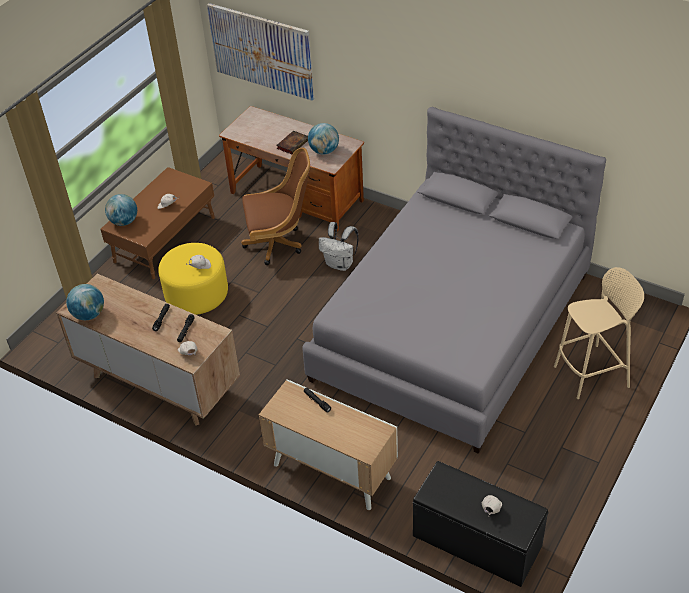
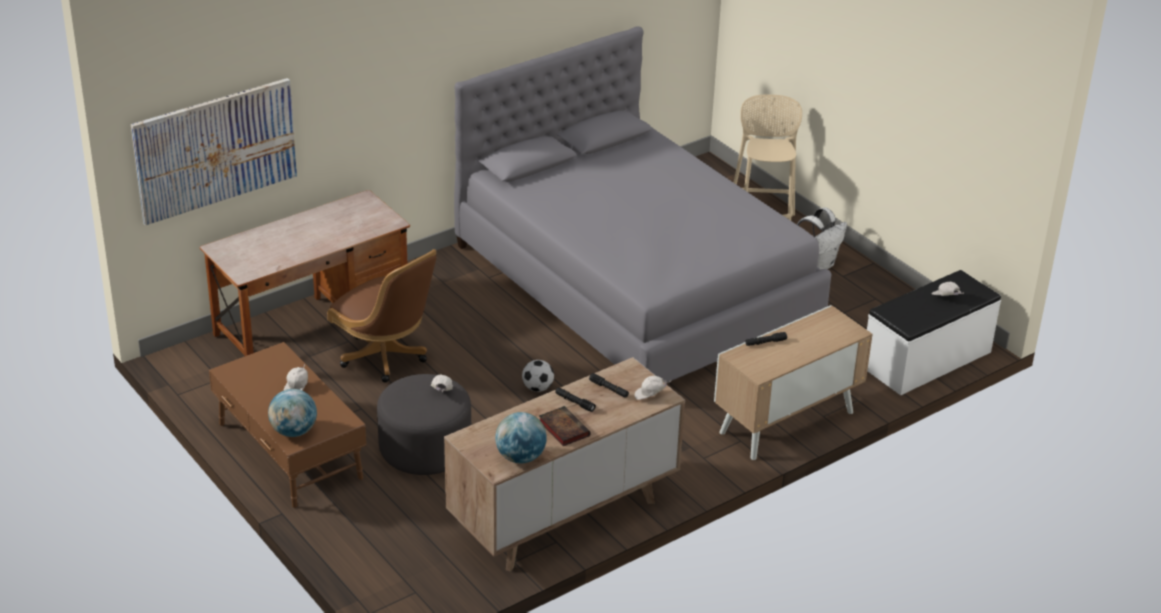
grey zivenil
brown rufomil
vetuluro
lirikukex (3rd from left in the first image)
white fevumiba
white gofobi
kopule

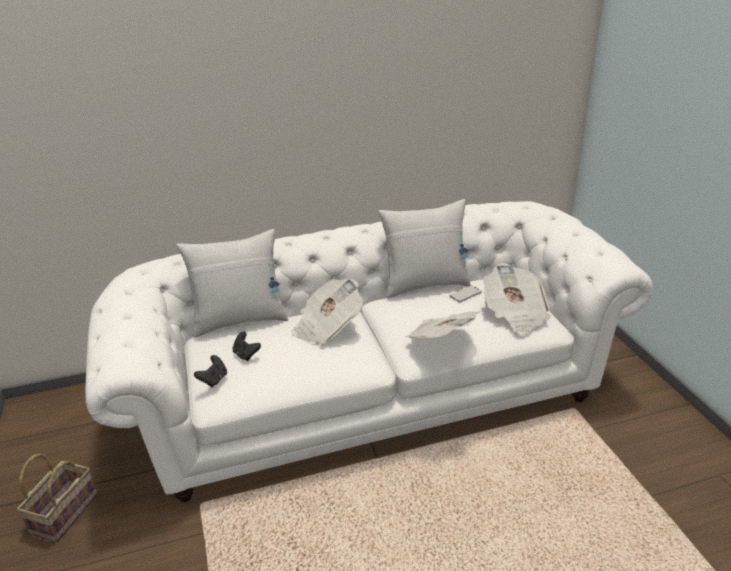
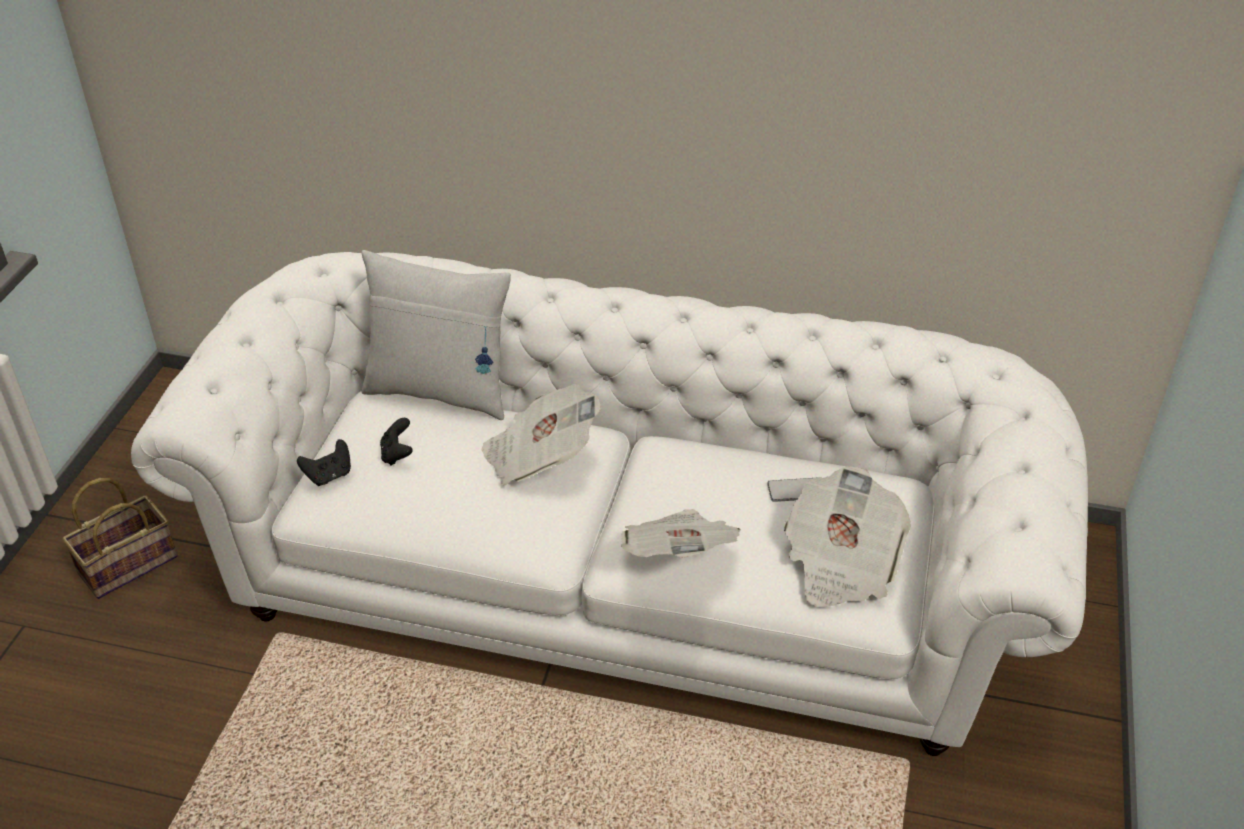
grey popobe (2nd from left in the first image)

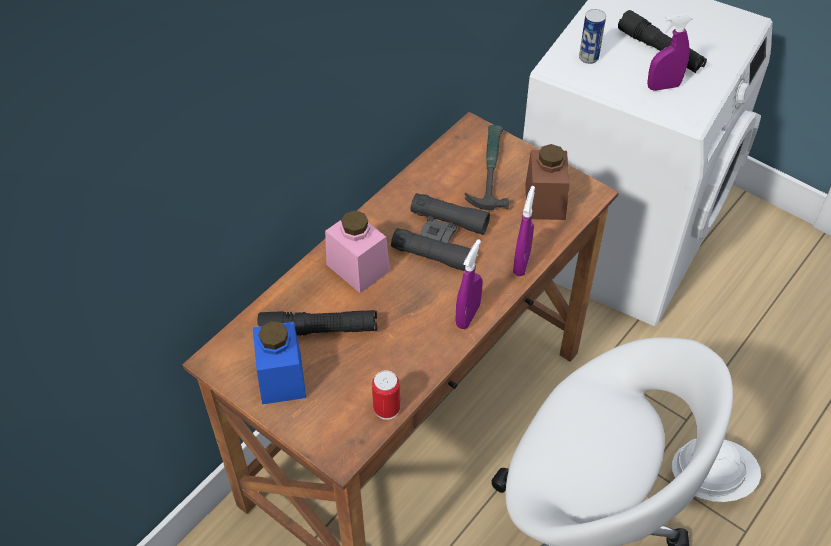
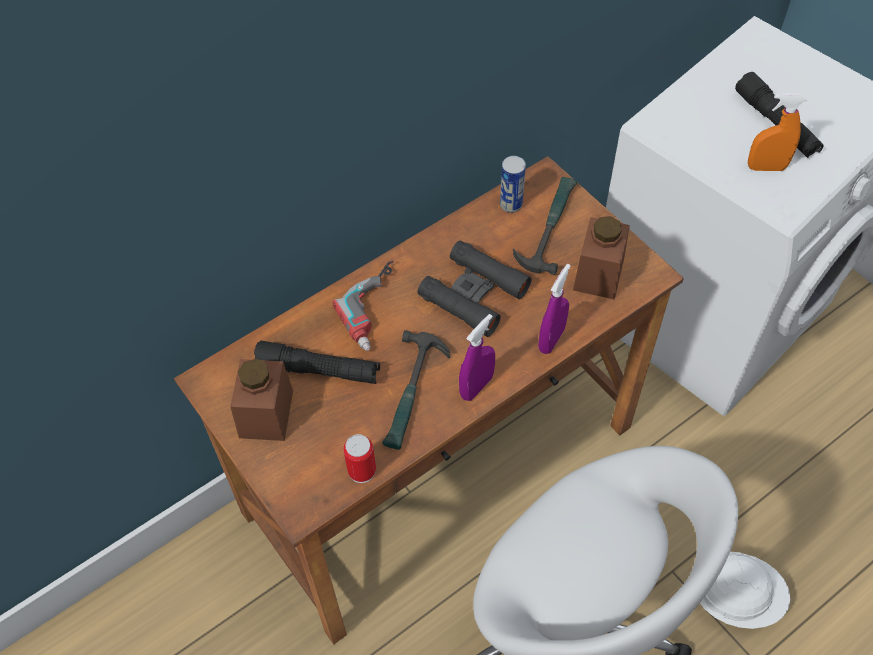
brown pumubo (1st from left)
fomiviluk
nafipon (2nd from left)
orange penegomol
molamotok (1st from left)

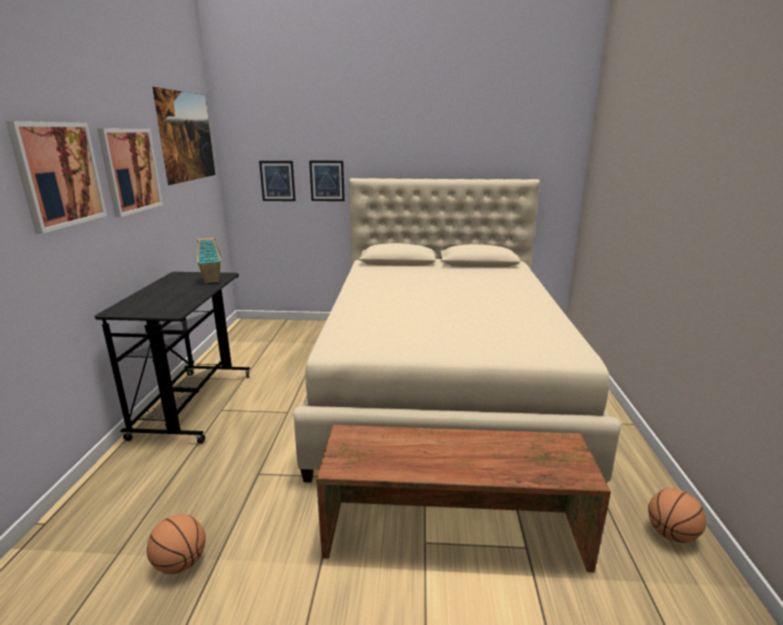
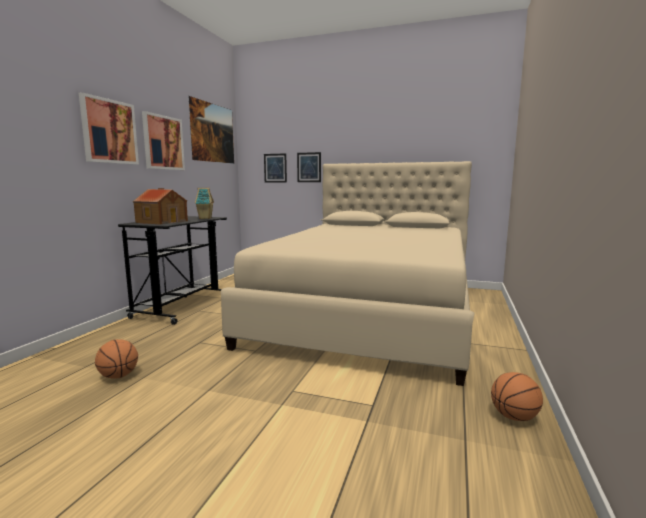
brown gofobi
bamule (1st from left)

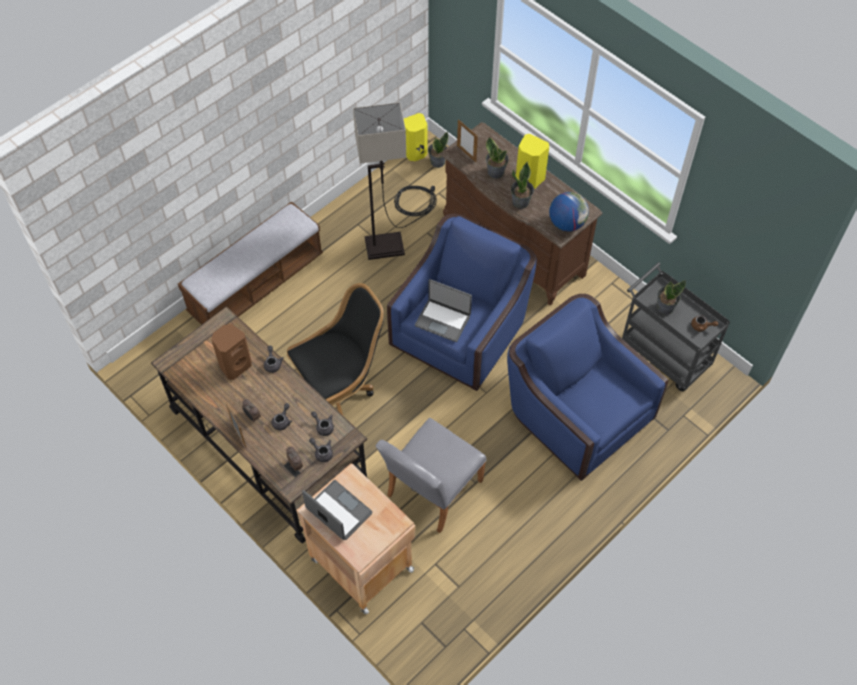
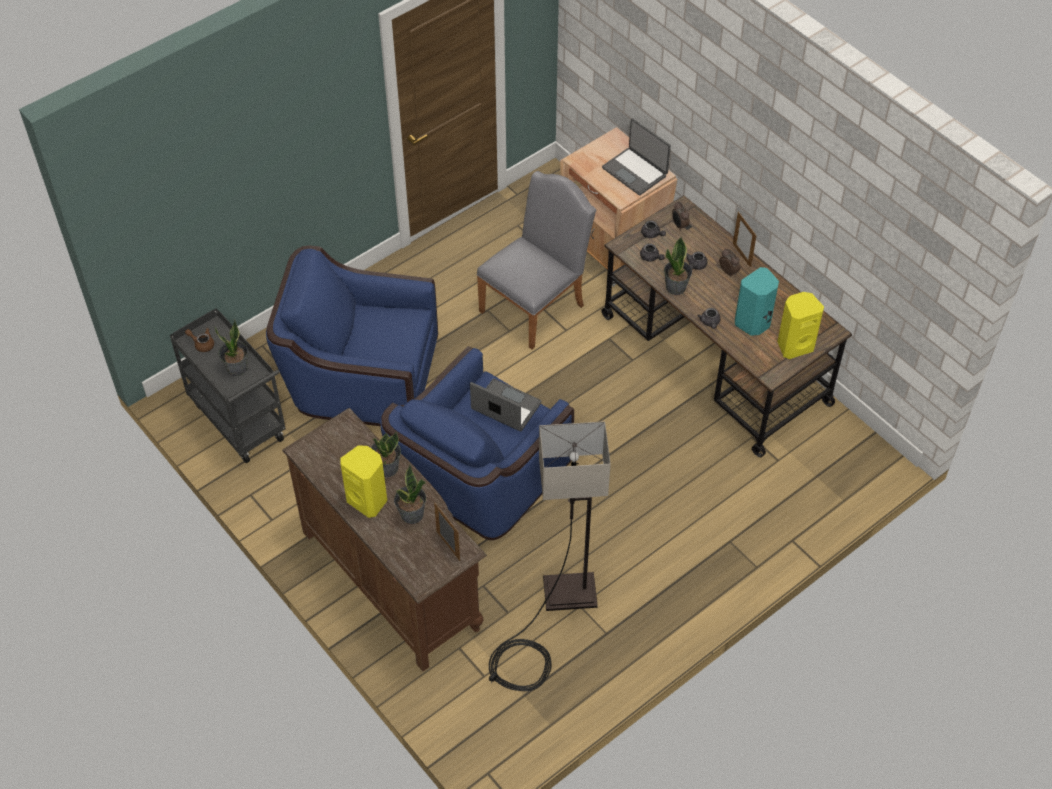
gofobi
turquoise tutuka
black rufomil
yellow tutuka (2nd from left)
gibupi (4th from left)
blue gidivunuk (1st from left)
lirikukex

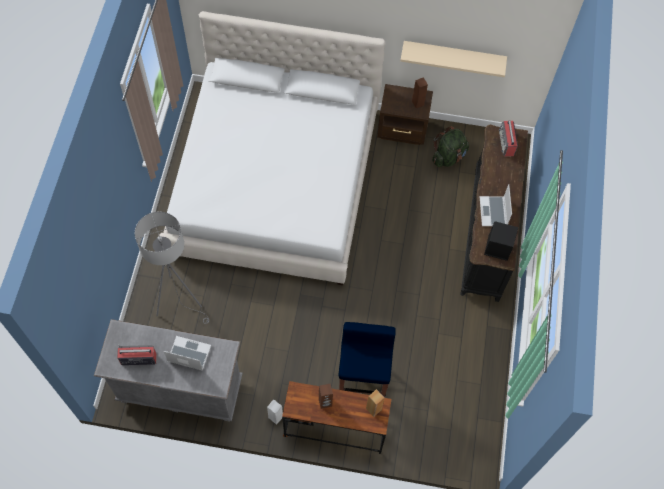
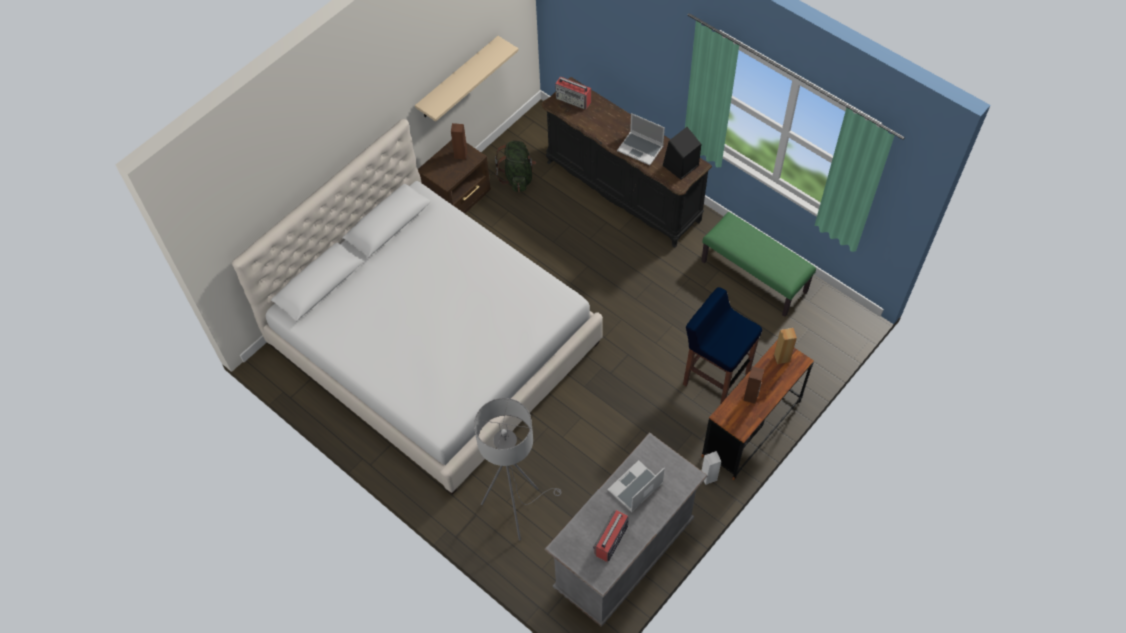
green gofobi

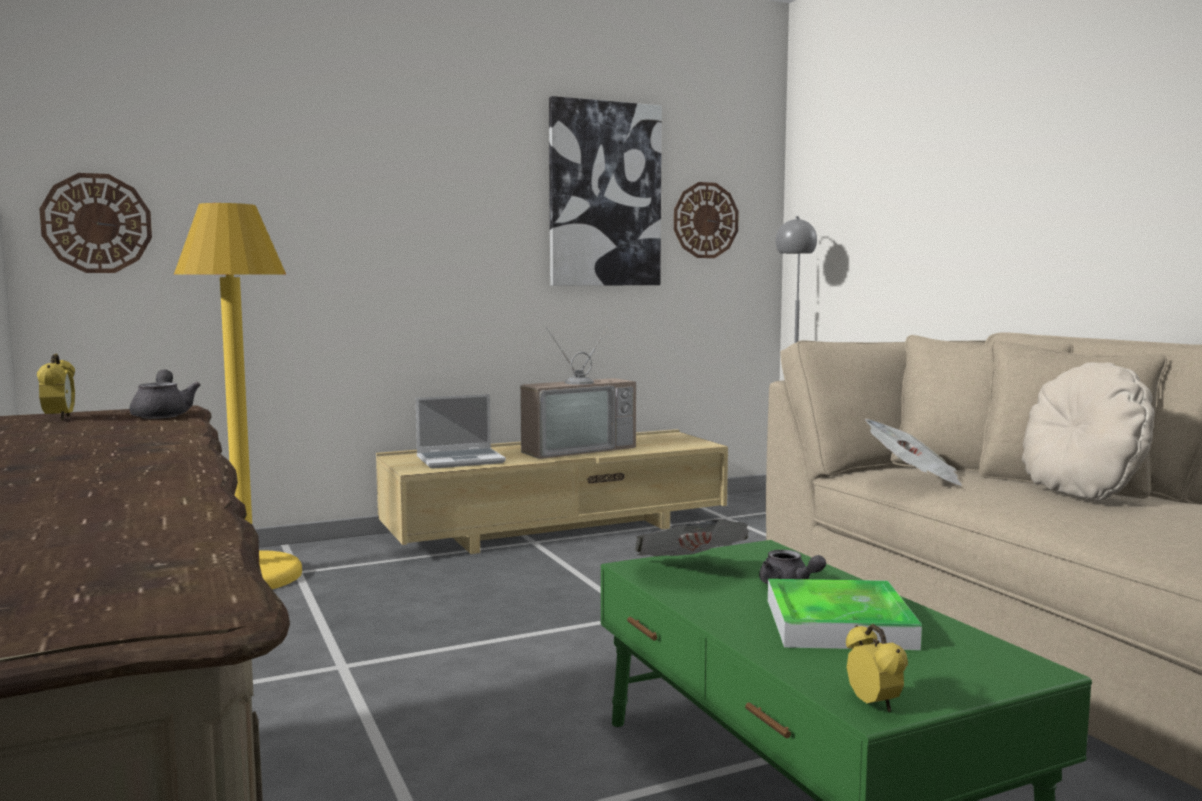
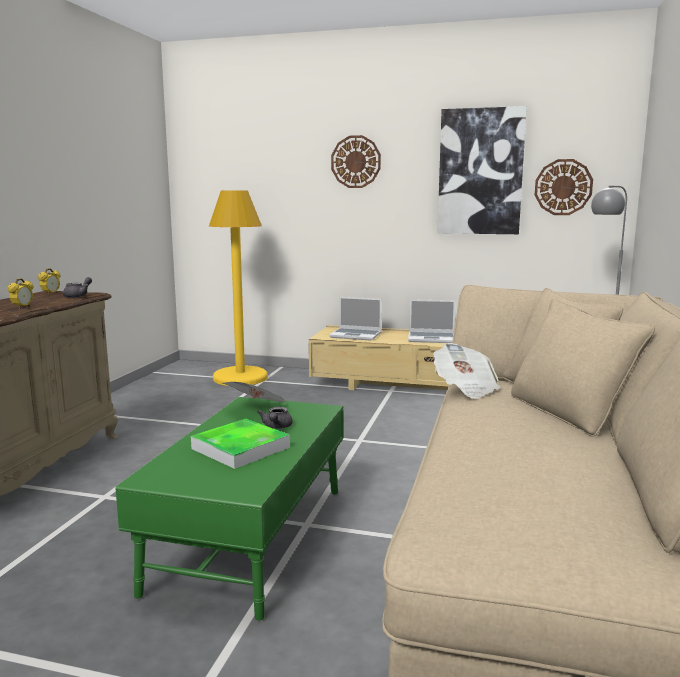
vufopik (1st from left)
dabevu (2nd from left)
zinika (1st from left)
beige popobe

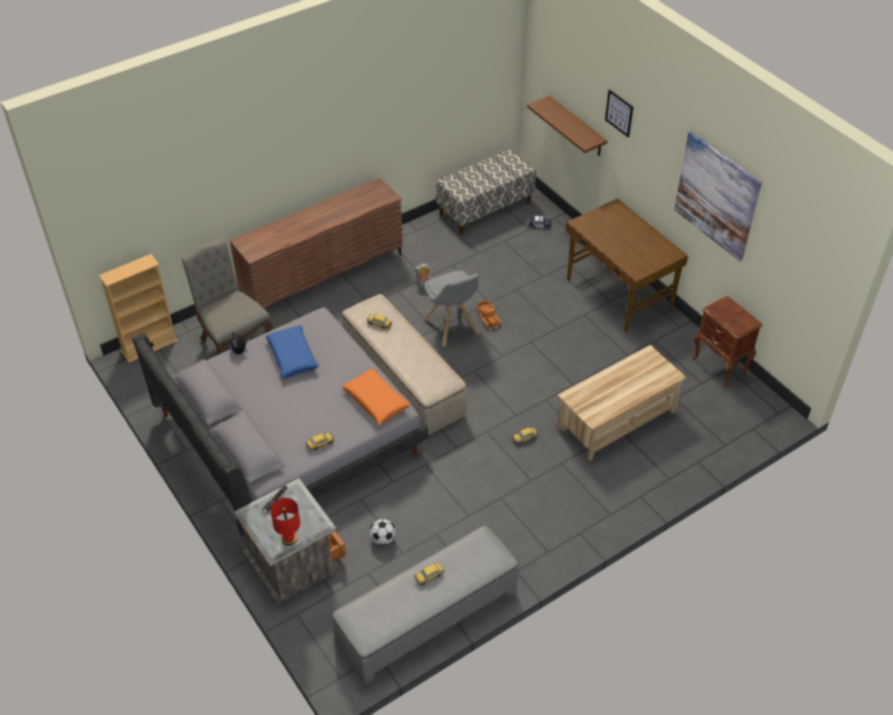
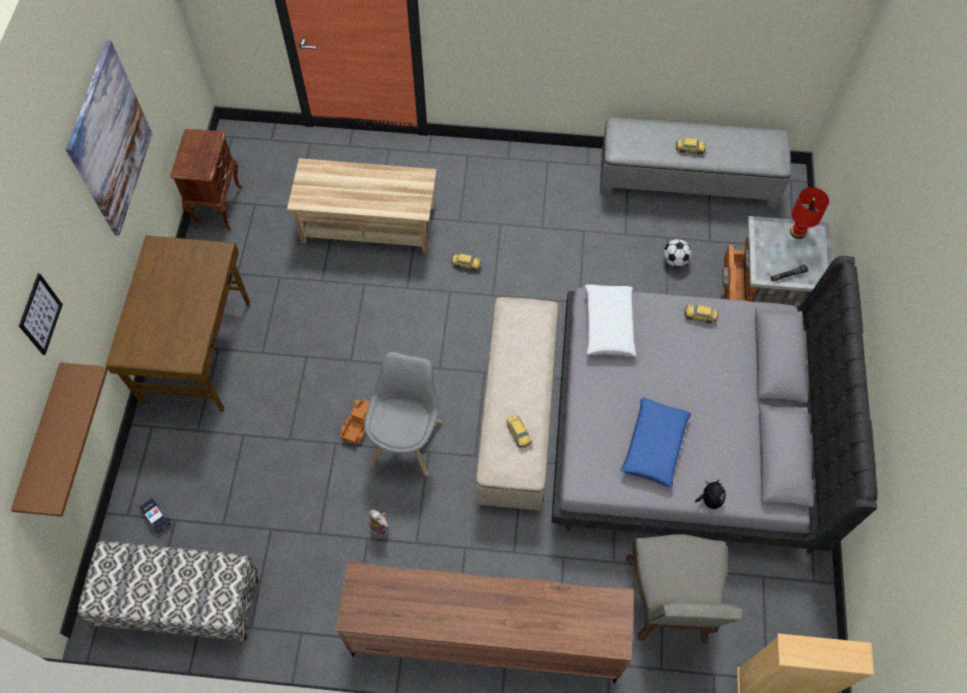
white popobe

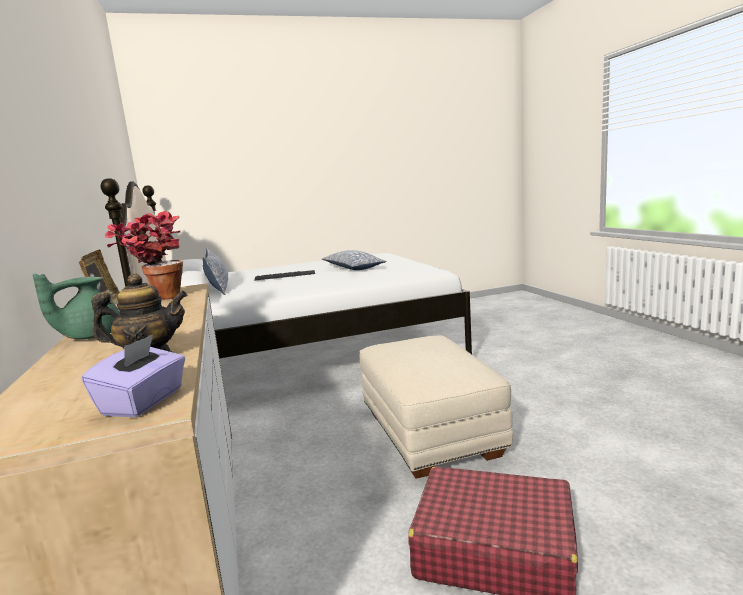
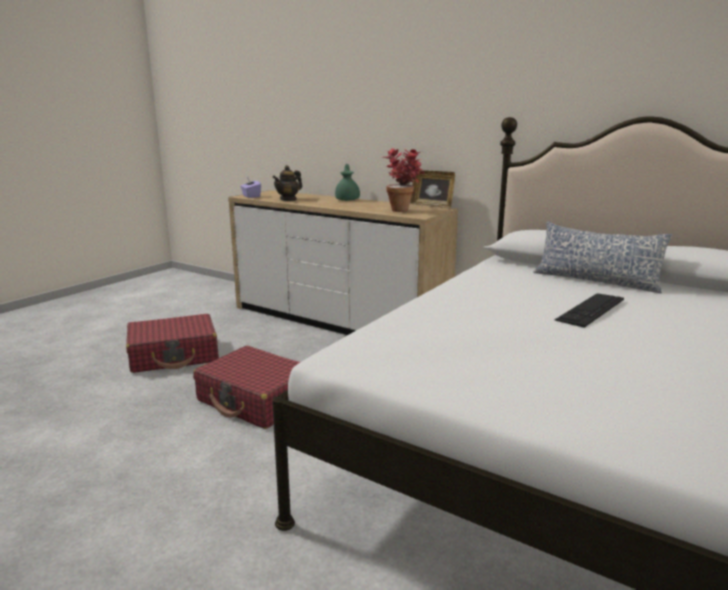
popobe (2nd from left in the first image)
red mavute (2nd from left)

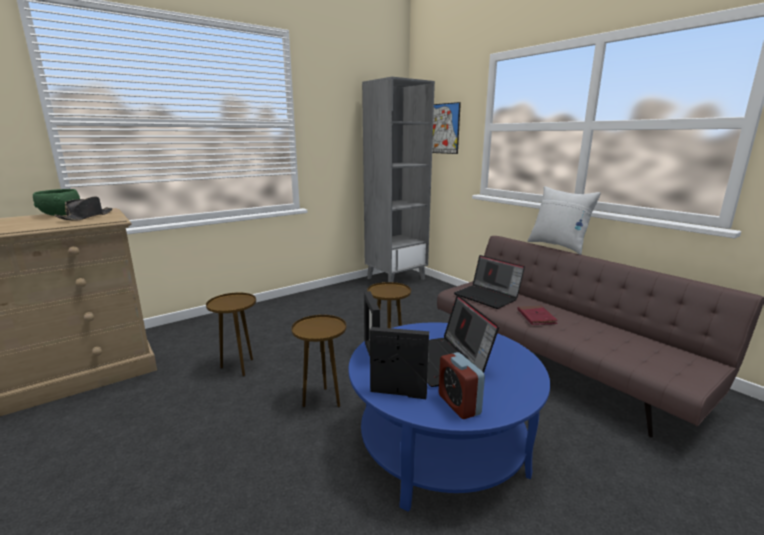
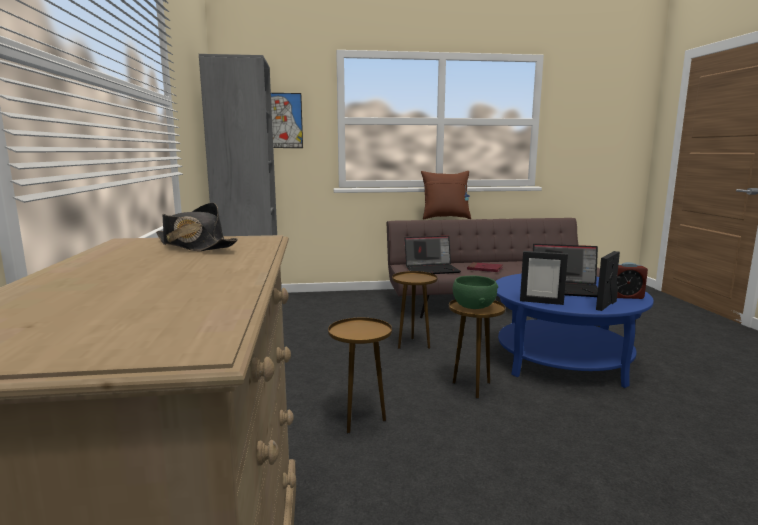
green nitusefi
brown popobe

